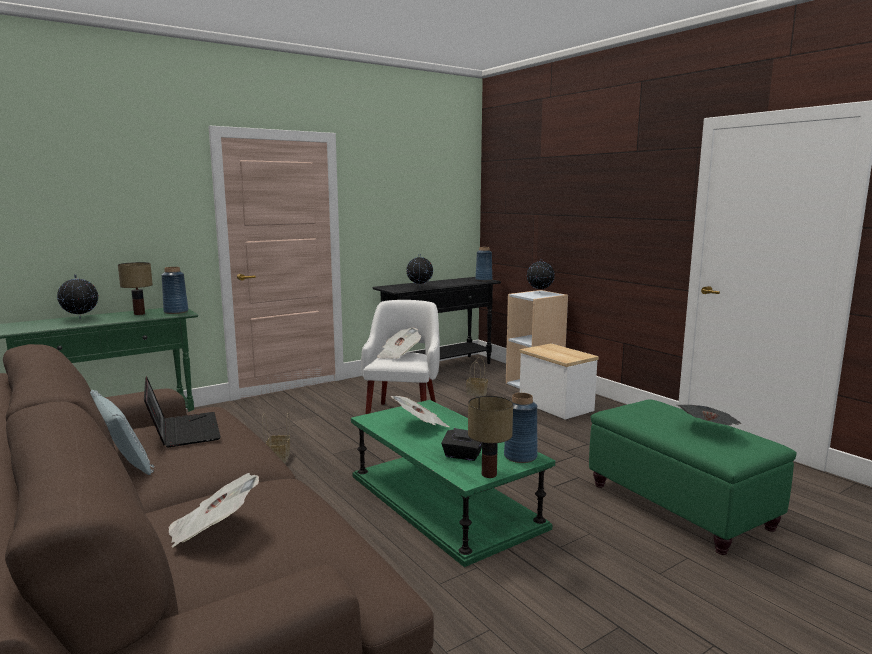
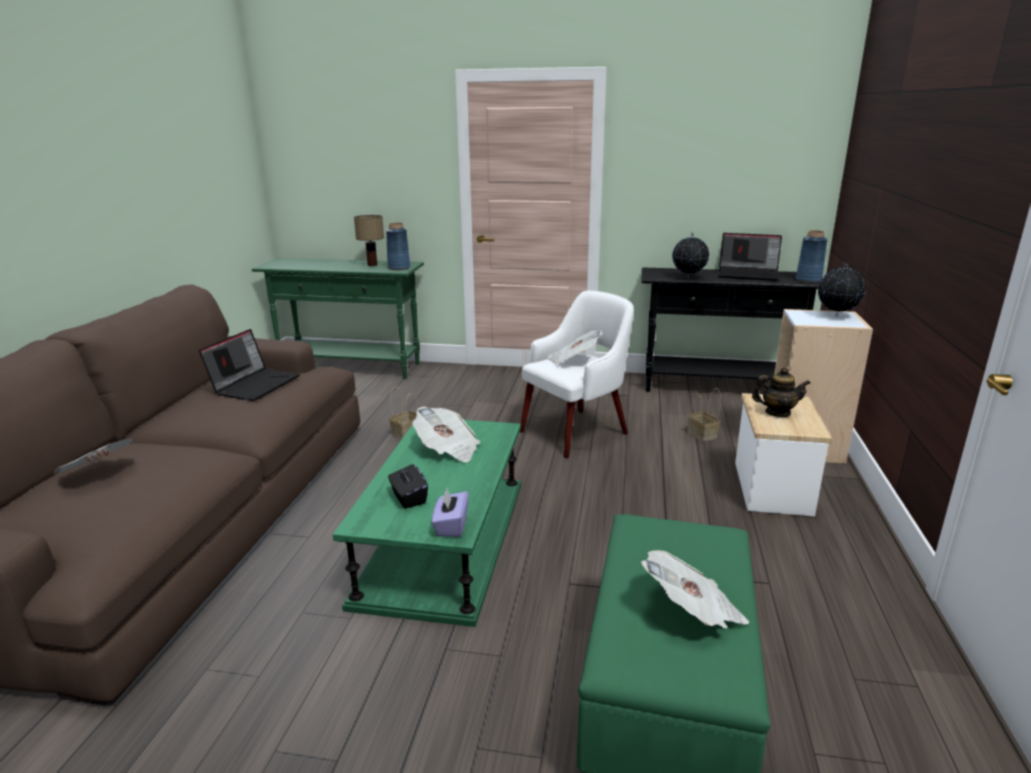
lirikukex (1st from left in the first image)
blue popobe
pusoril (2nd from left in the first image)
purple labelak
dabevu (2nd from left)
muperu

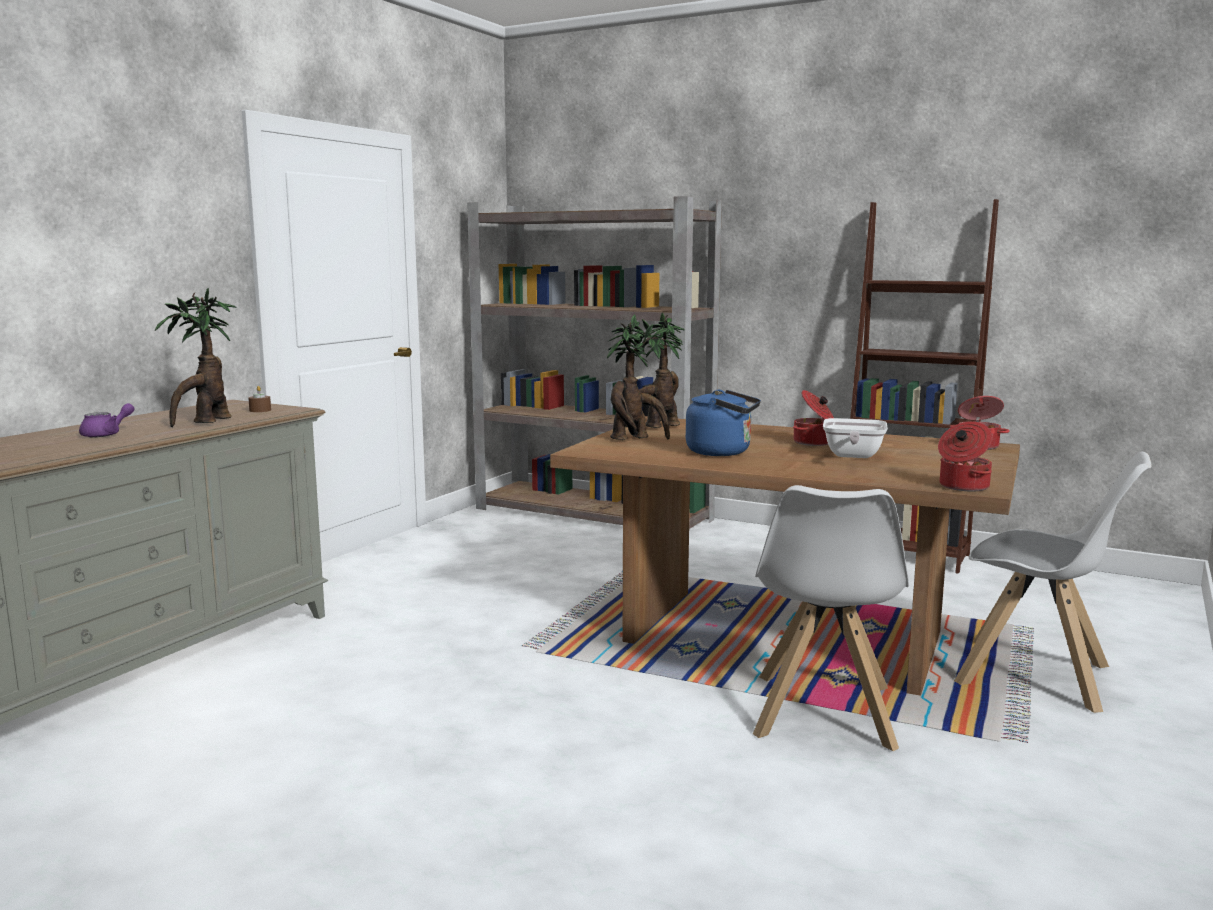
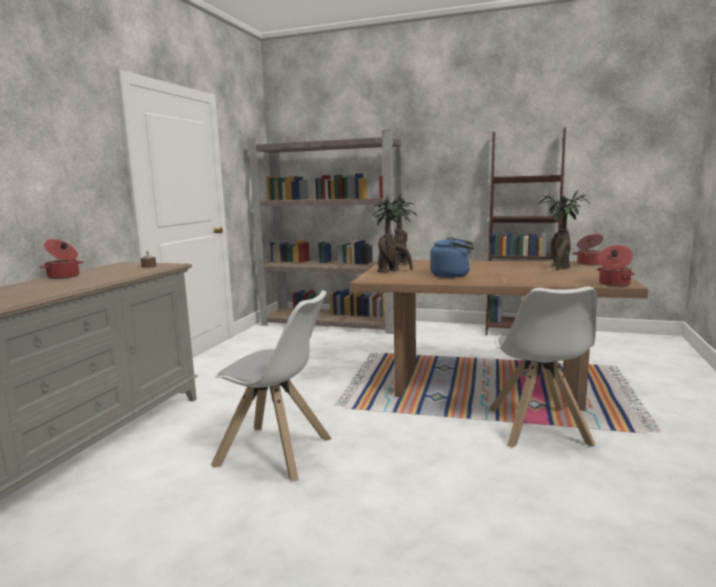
purple muperu
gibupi (3rd from left)
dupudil (1st from left)
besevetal
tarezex (1st from left)

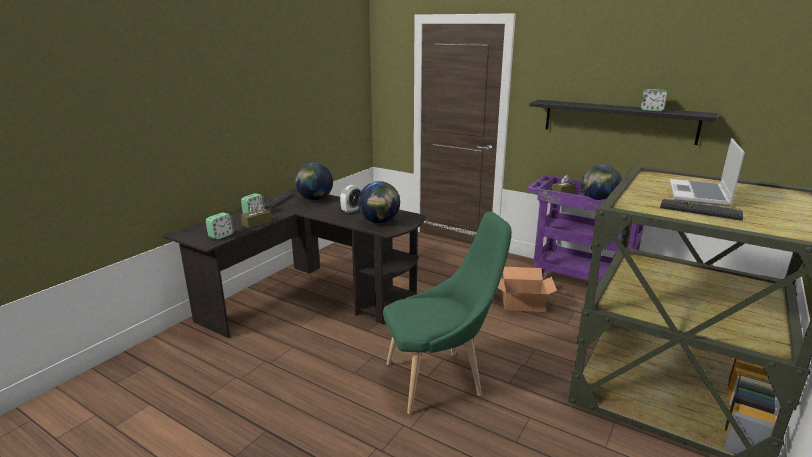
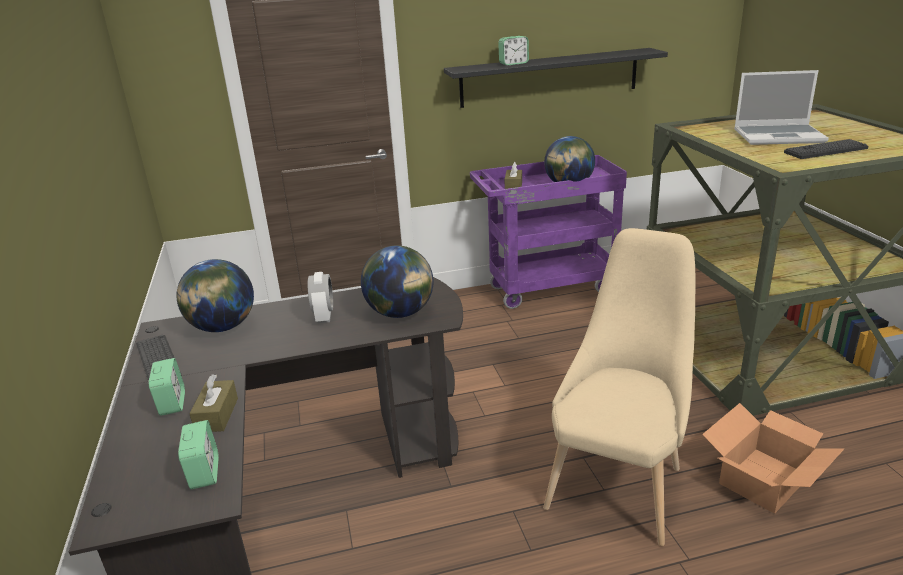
beige tarezex
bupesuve
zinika (4th from left)
dabevu

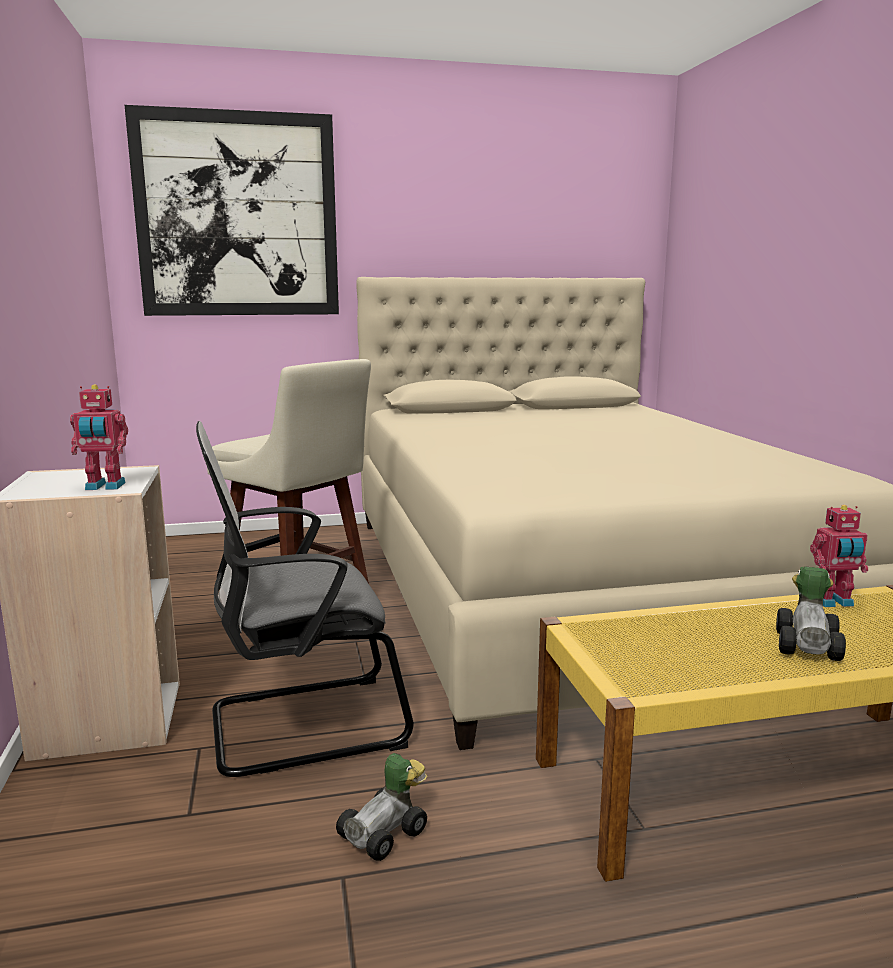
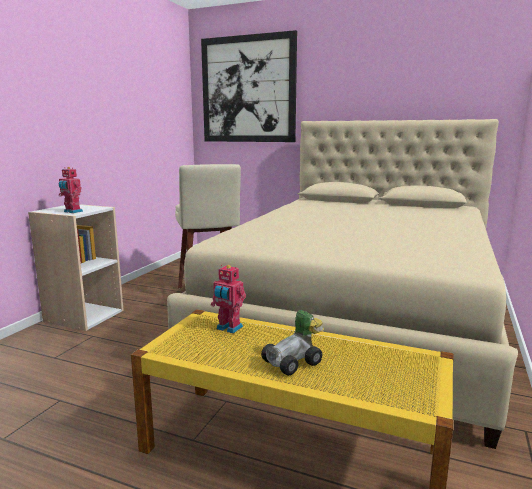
tarezex
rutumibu (1st from left in the first image)
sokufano (2nd from left)

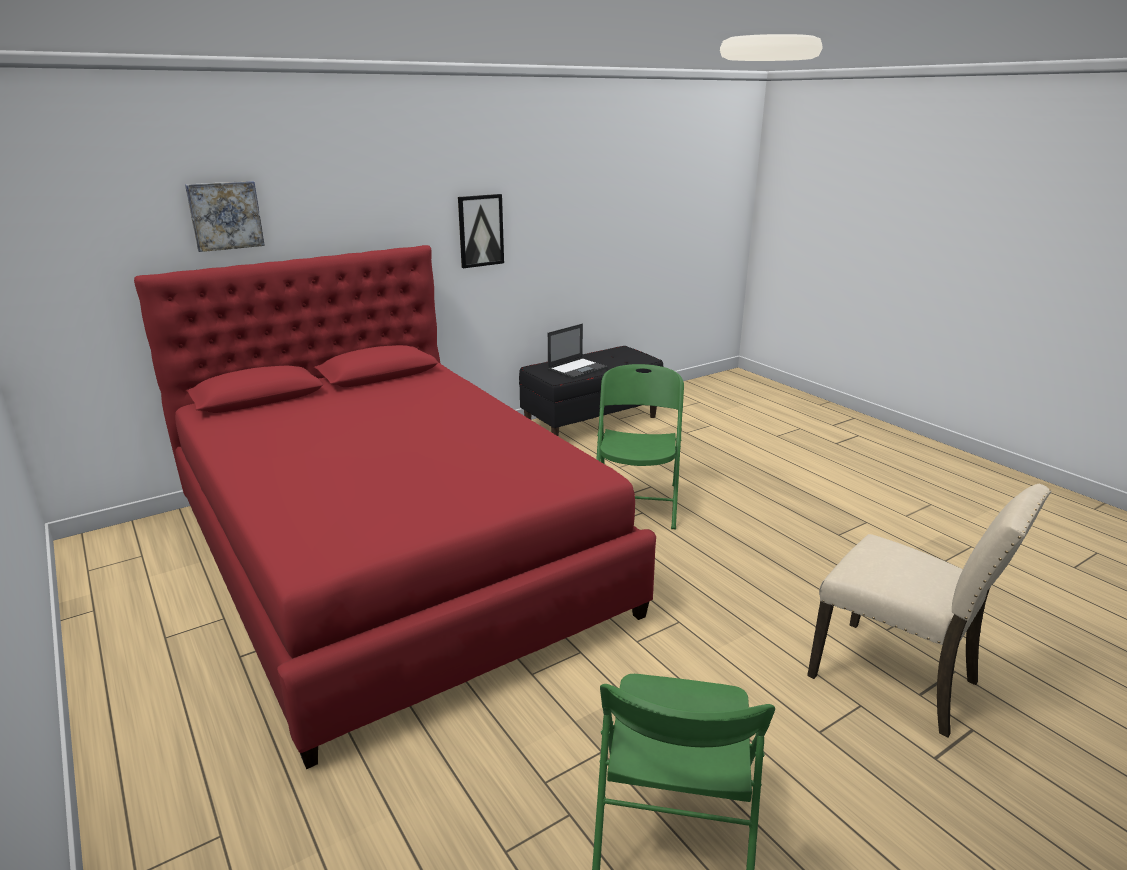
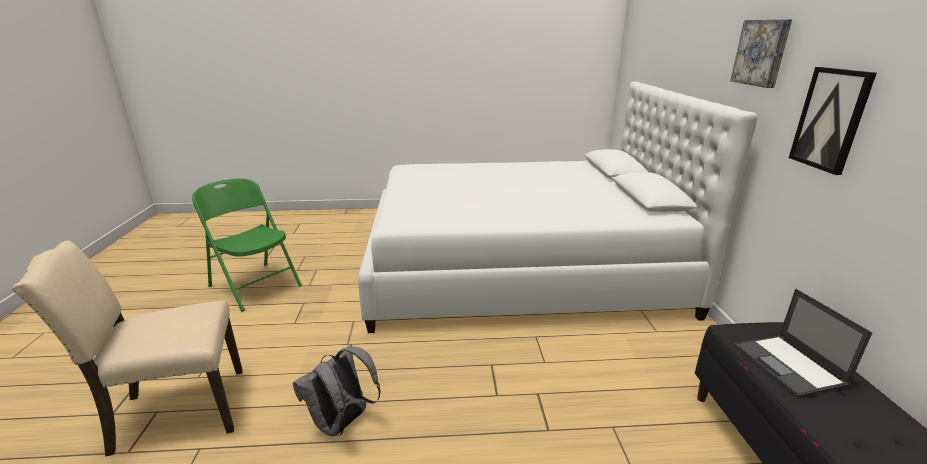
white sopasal
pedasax (1st from left)
green tarezex (1st from left in the first image)
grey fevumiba

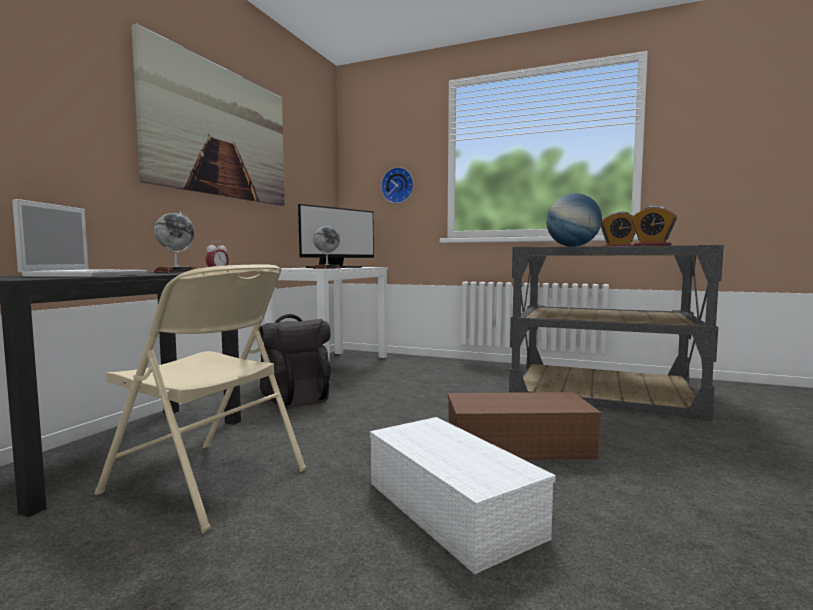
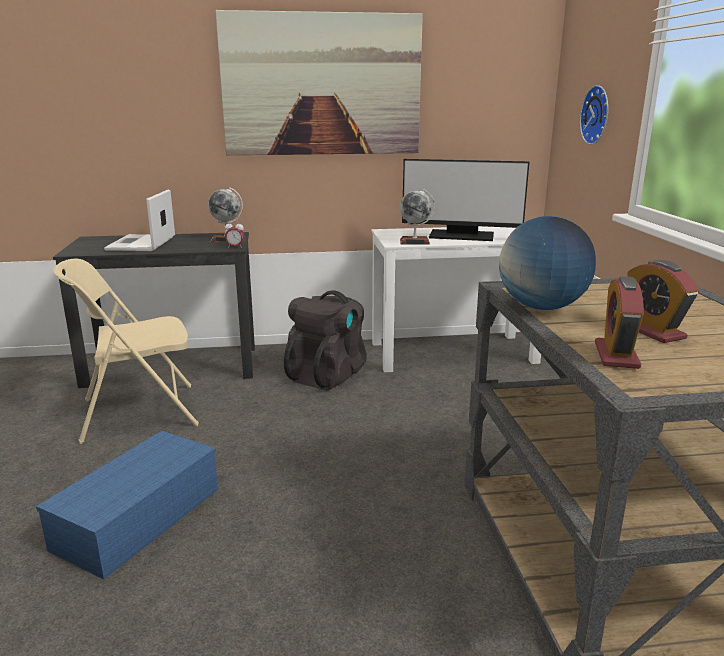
dabevu
beige tarezex
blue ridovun
brown ridovun

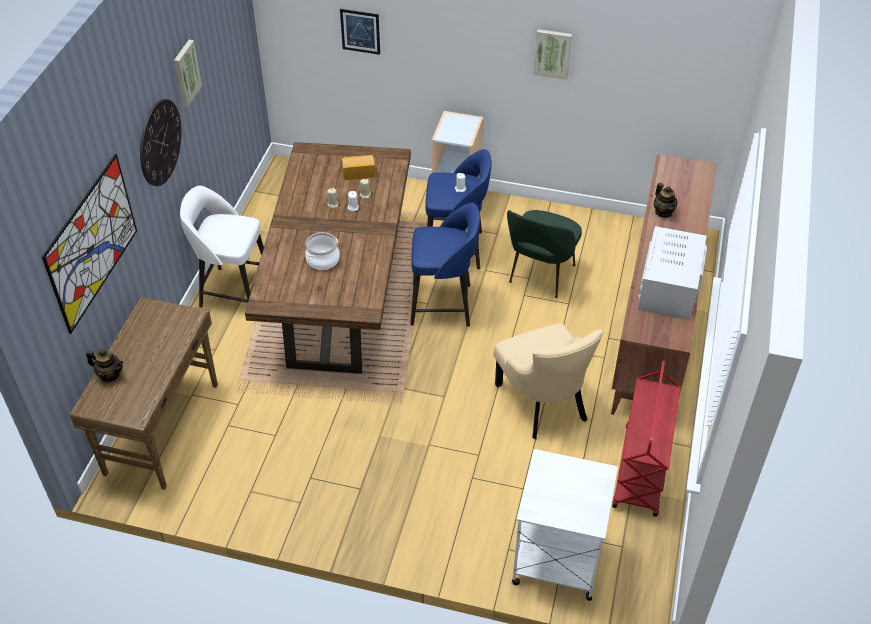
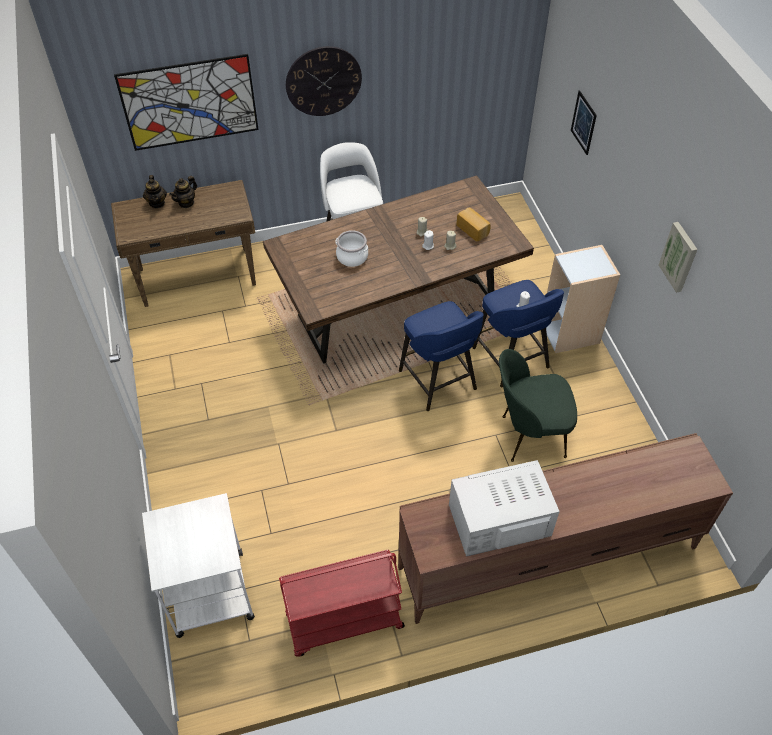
pedasax (2nd from left in the first image)
beige tarezex
muperu (2nd from left)

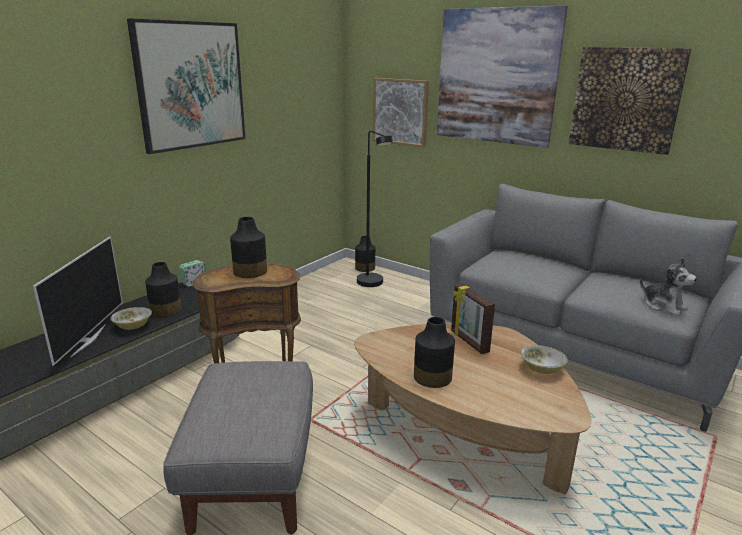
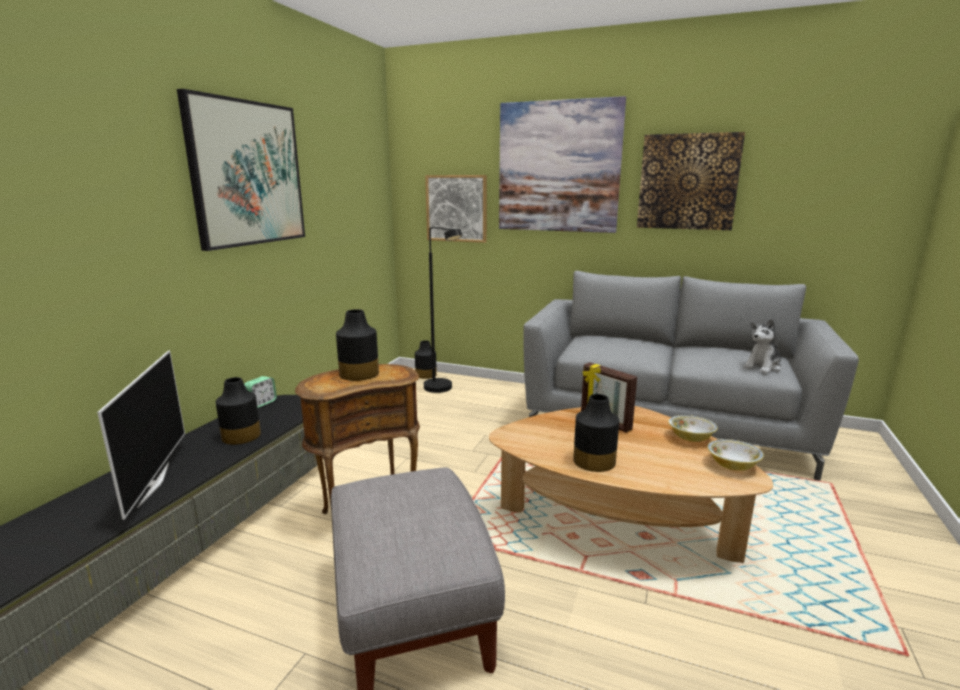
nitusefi (2nd from left)
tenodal

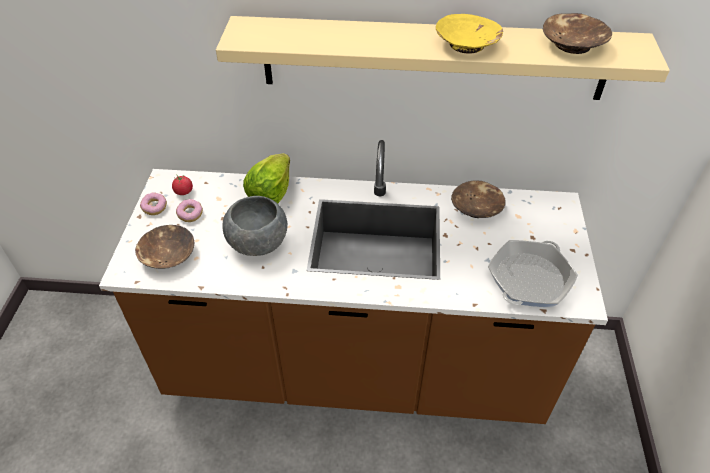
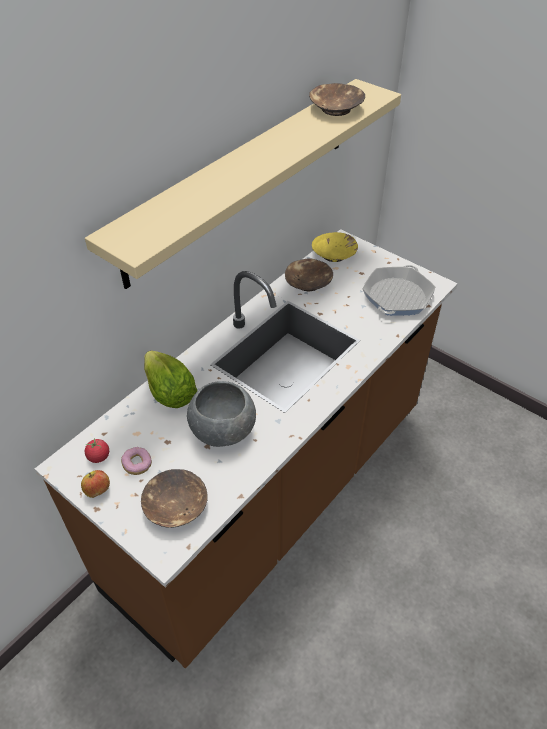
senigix
yellow nitusefi
besevetal

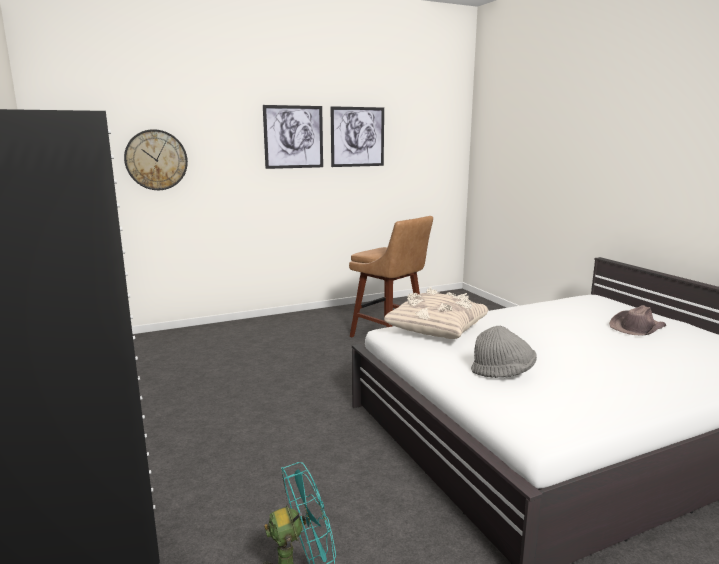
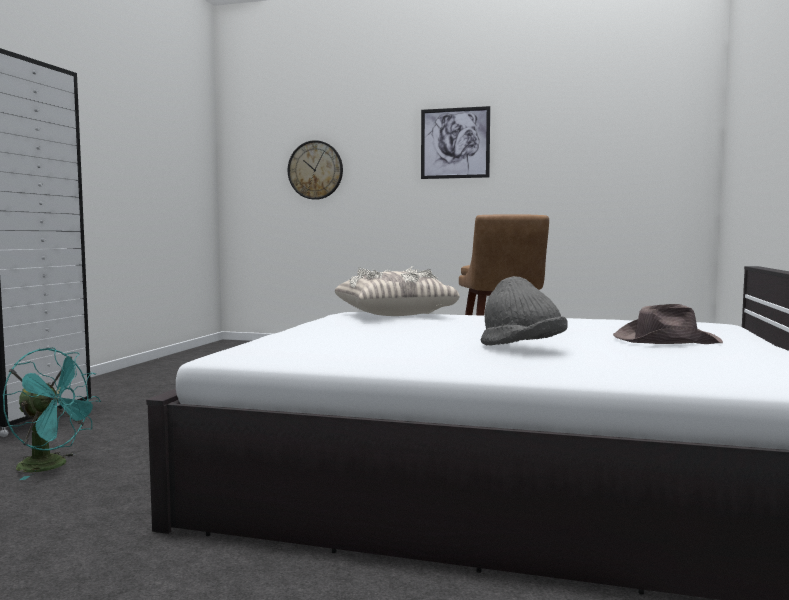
pedasax (2nd from left in the first image)
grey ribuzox

